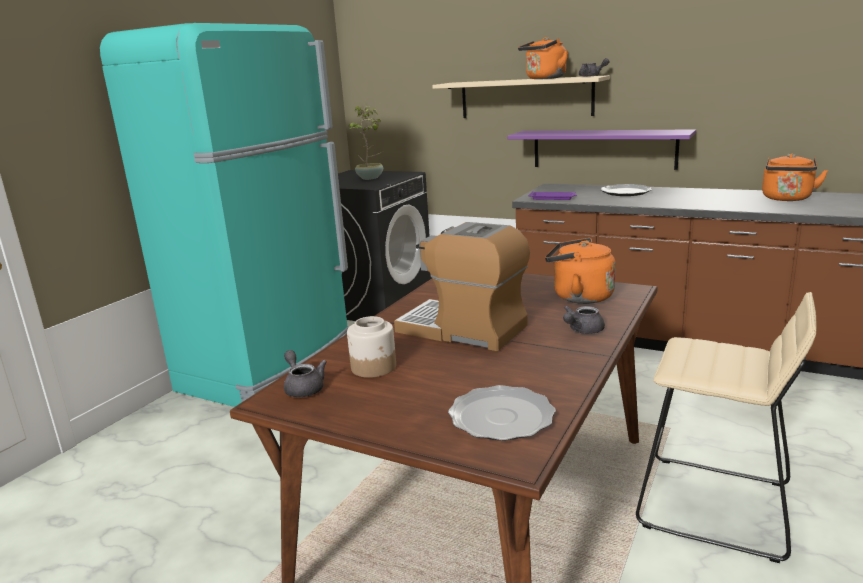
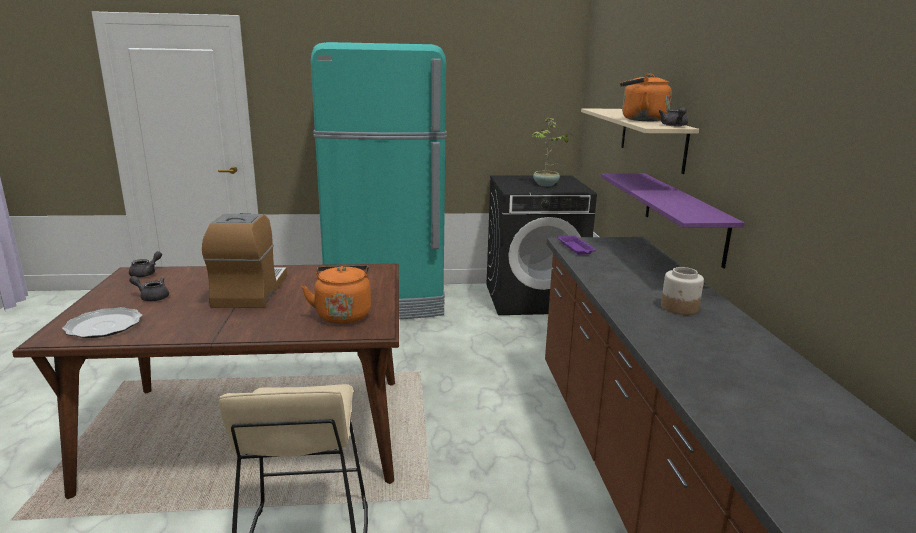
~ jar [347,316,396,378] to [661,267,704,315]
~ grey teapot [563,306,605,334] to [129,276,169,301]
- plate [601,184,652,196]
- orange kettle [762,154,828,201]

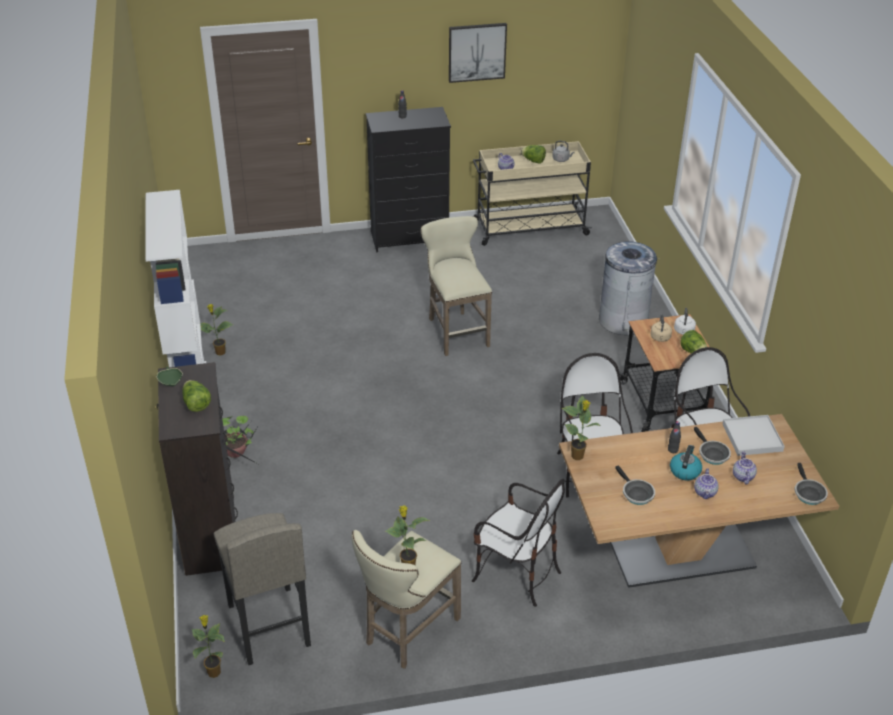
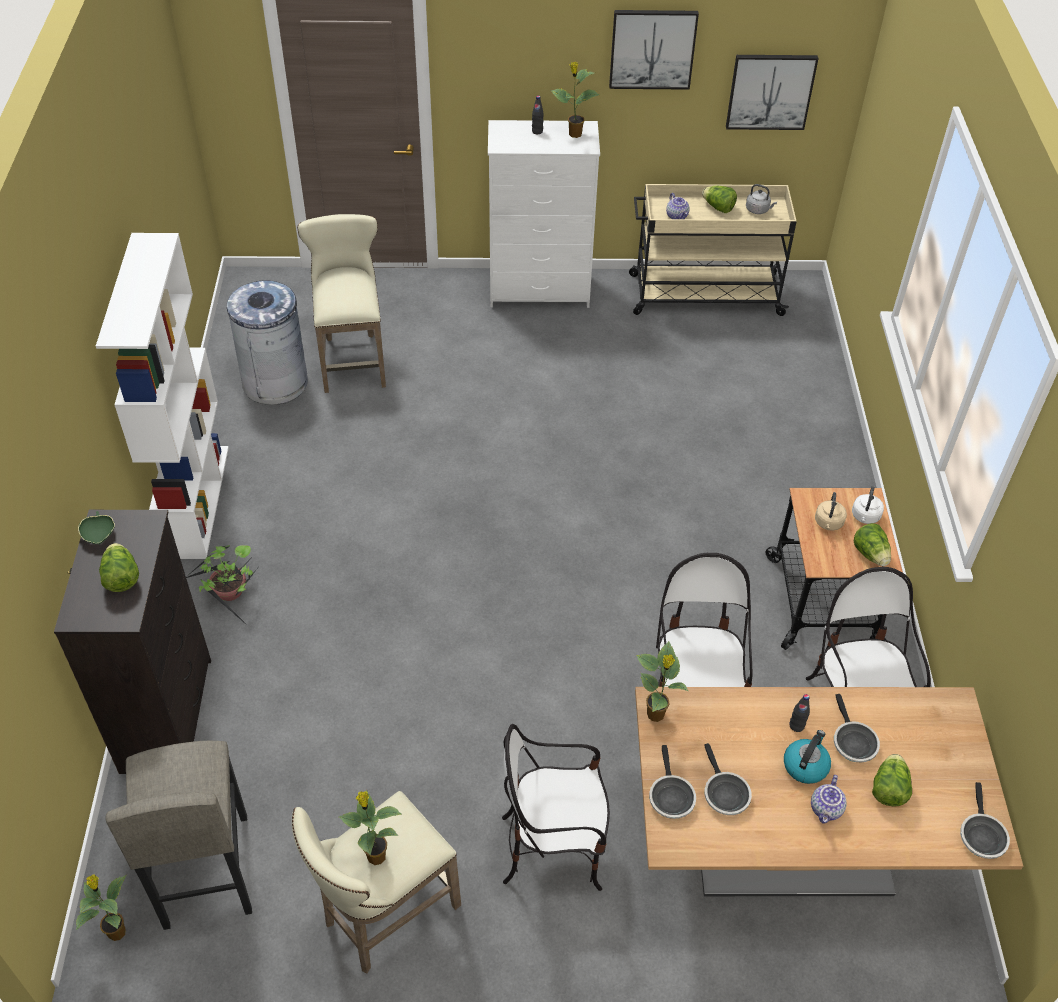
~ potted plant [200,304,233,355] to [550,62,600,138]
~ black dresser [366,107,451,252] to white dresser [488,120,600,308]
~ beige stool [421,216,492,356] to [297,214,386,393]
~ chair [472,479,565,607] = [502,724,610,891] 135 degrees clockwise
~ grey trash can [599,241,657,335] to [227,280,308,405]
- white tray [723,415,785,456]
~ teapot [733,451,757,484] to lettuce [872,754,912,807]
+ frying pan [649,745,696,819]
+ picture [726,55,818,130]

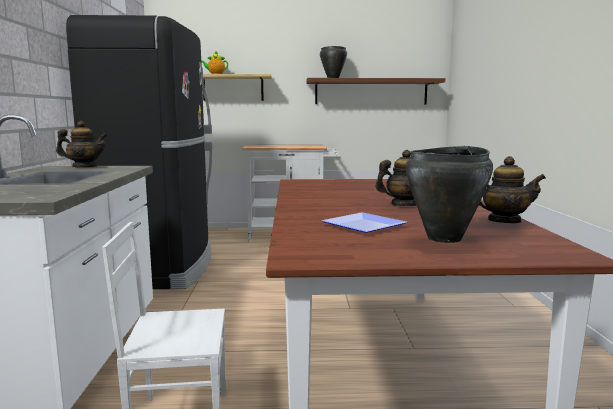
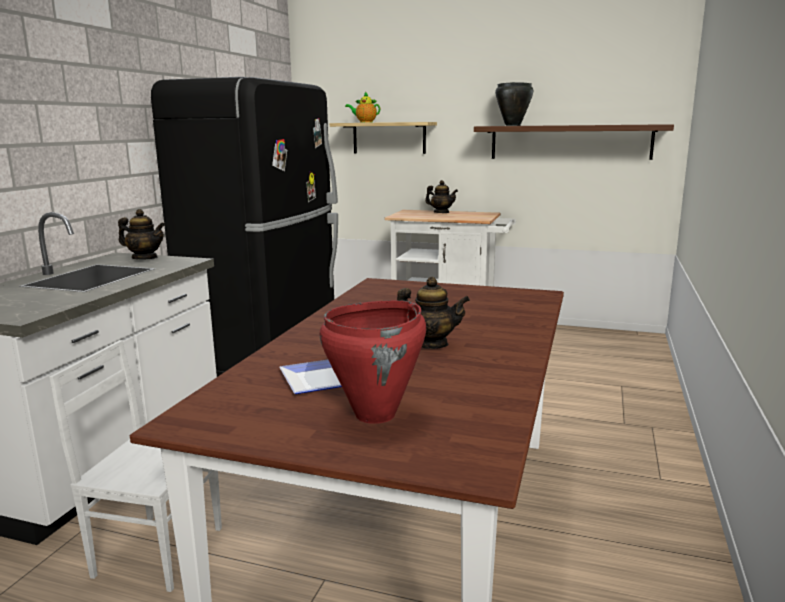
~ black cooking pot [406,146,493,243] to red cooking pot [320,300,426,424]
~ teapot [479,156,546,223] to [425,180,458,213]

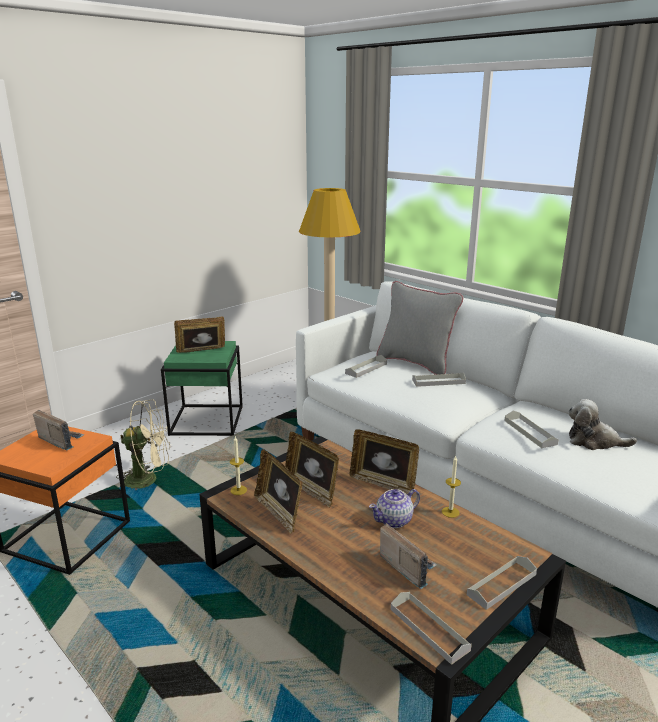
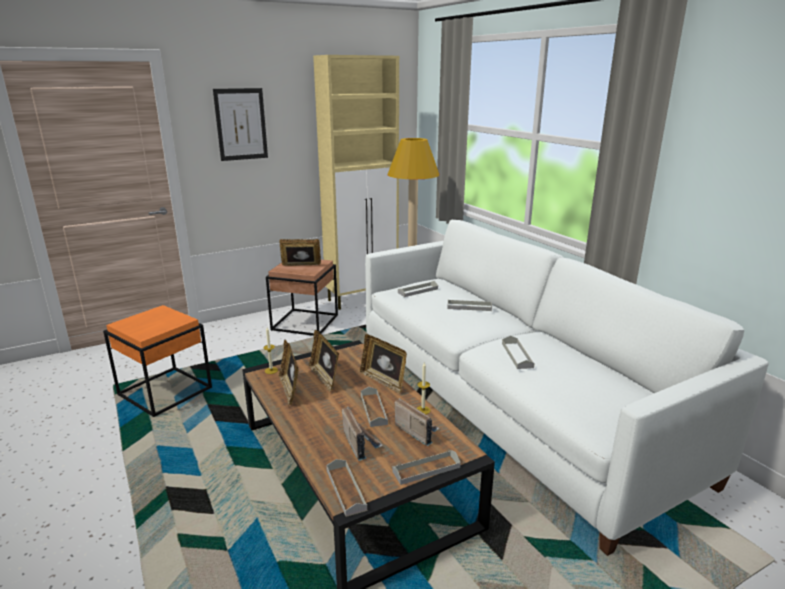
~ radio [33,410,84,451] to [395,398,440,446]
- beige fan [116,399,170,490]
~ green side table [161,341,243,436] to brown side table [266,260,338,336]
~ teapot [369,489,420,528] to grey tray [361,387,388,427]
- grey pillow [376,281,463,375]
- plush toy [568,399,637,450]
+ picture [213,88,268,161]
+ beige cabinet [313,55,399,310]

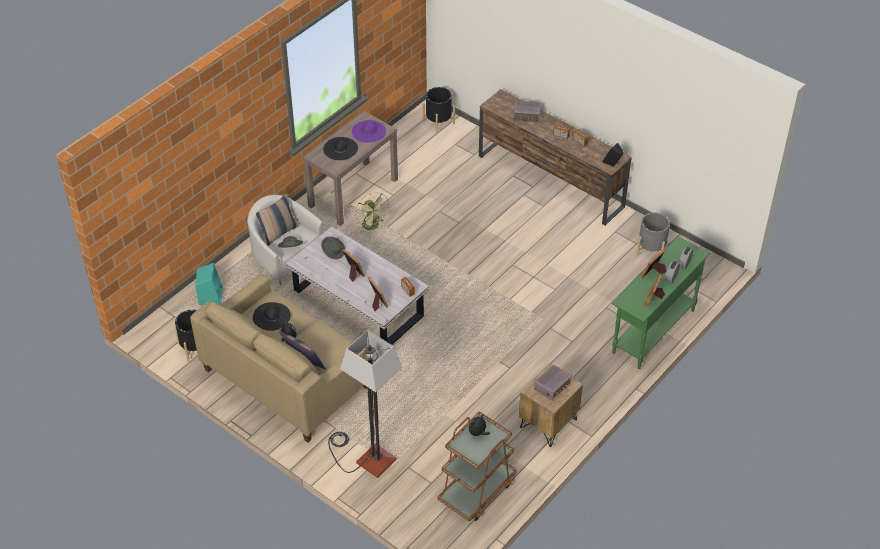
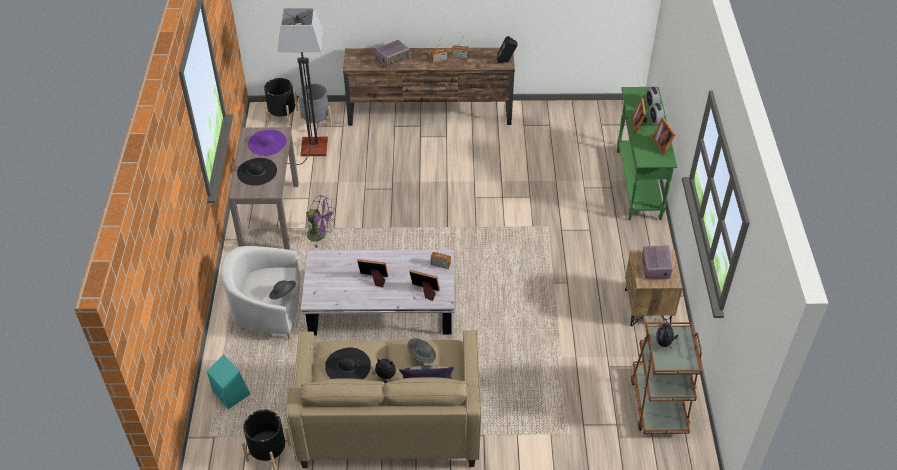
- pillow [256,194,298,246]
~ grey hat [321,237,345,259] to [407,338,436,364]
~ floor lamp [328,330,402,478] to [278,8,328,165]
~ green fan [355,192,391,234] to purple fan [304,195,335,248]
~ grey planter [636,213,670,256] to [298,84,332,131]

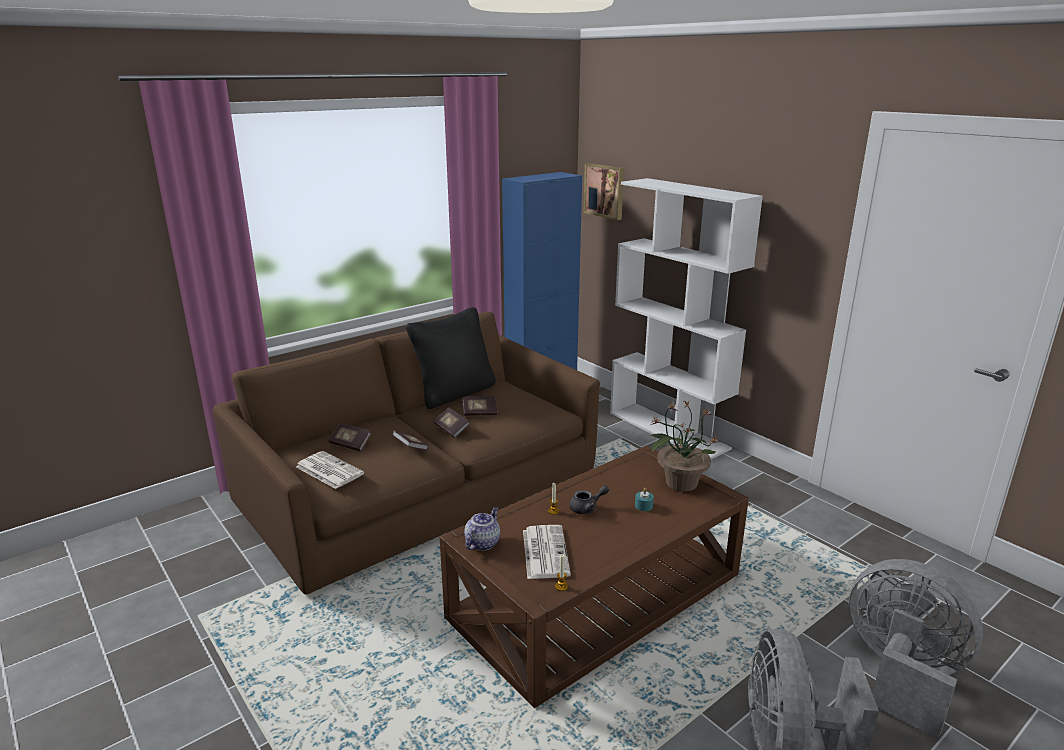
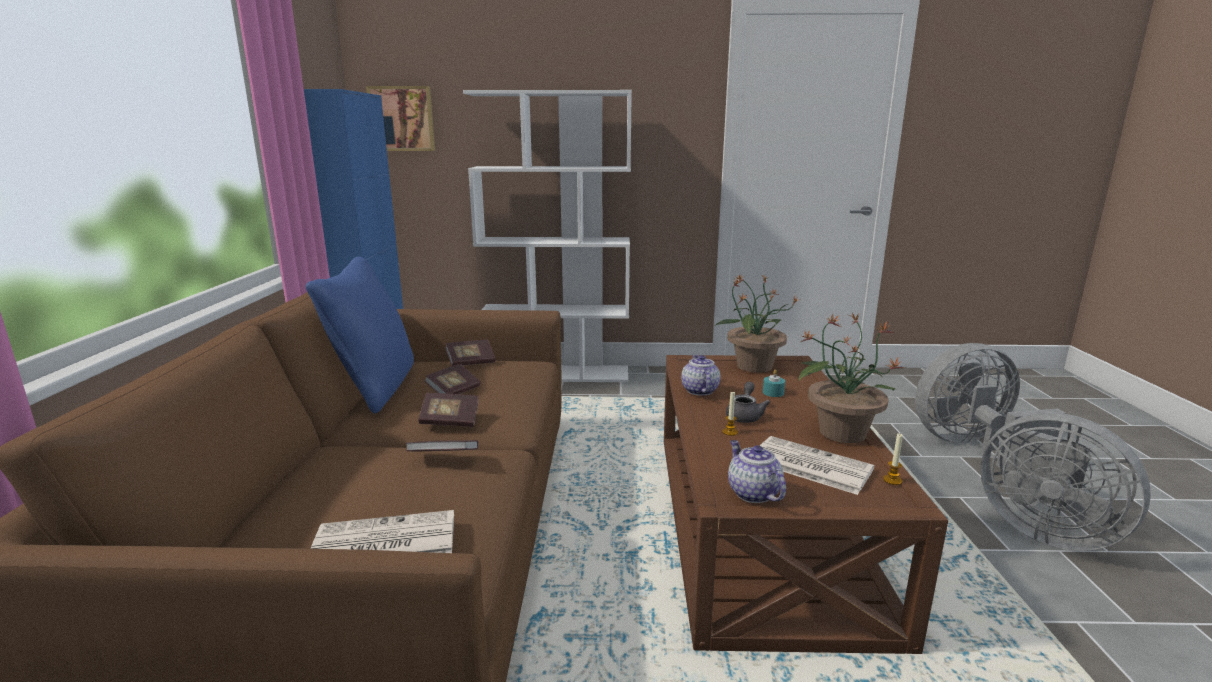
~ book [328,423,371,451] to [445,340,495,366]
~ black pillow [405,307,496,409] to blue pillow [306,257,414,414]
+ teapot [681,355,721,396]
+ potted plant [799,313,905,443]

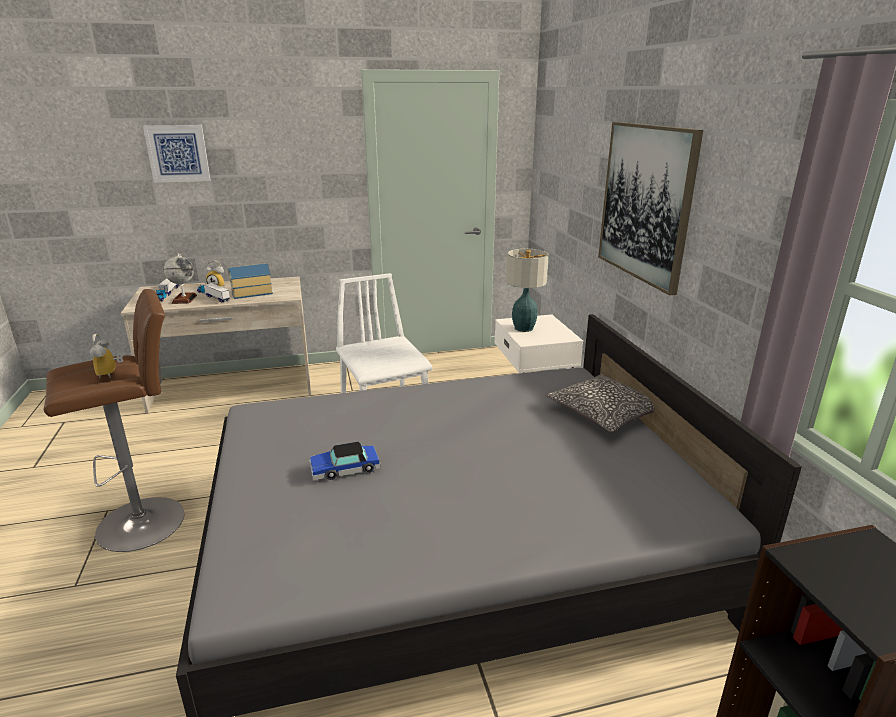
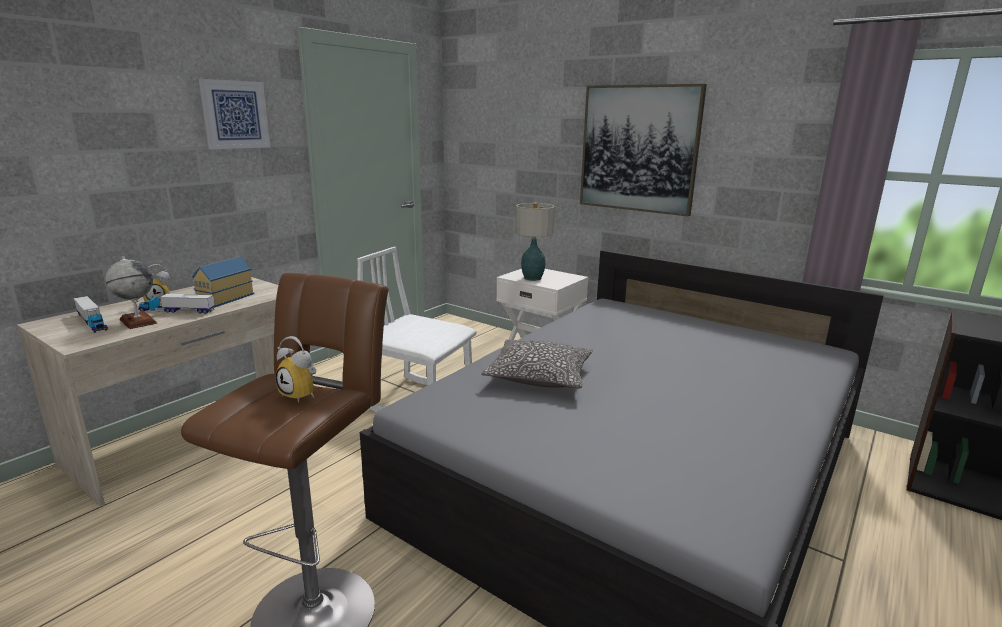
~ picture [143,125,211,183] to [199,79,270,149]
- toy car [309,442,381,480]
~ pillow [545,374,655,432] to [481,339,593,388]

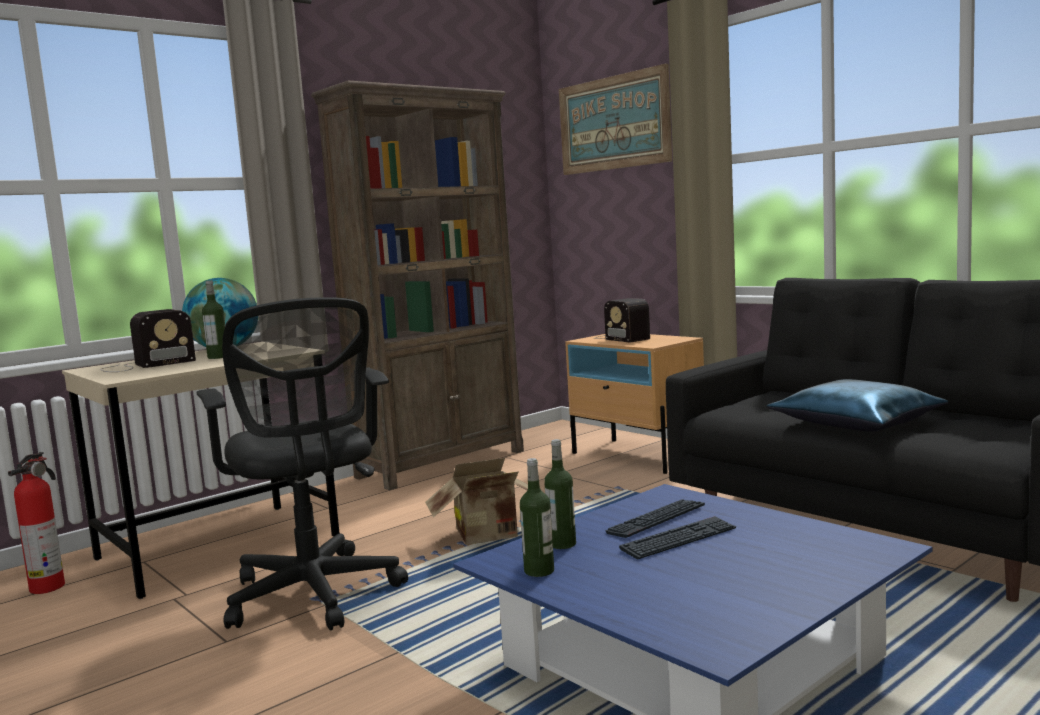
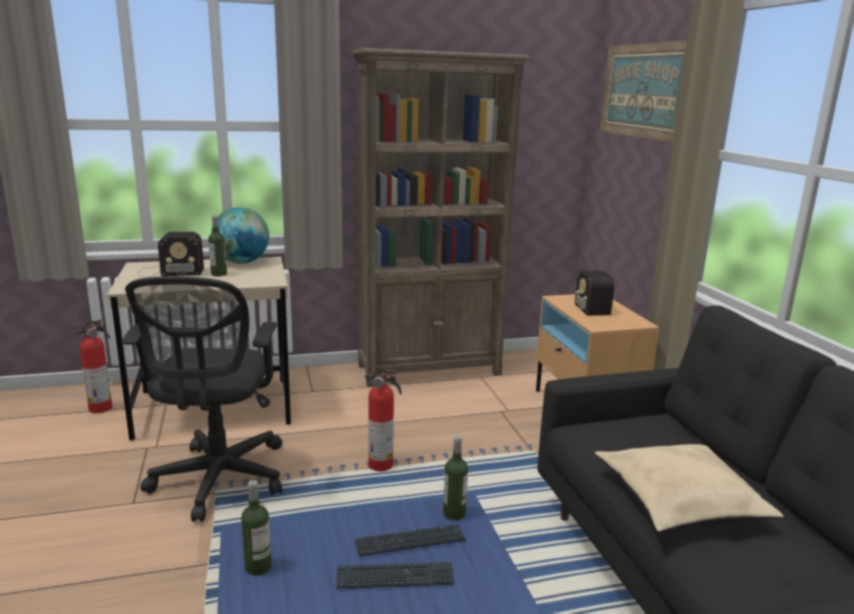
~ cardboard box [425,458,528,545] to fire extinguisher [365,368,402,471]
~ bottle [544,439,576,549] to [443,436,468,520]
~ blue pillow [767,379,948,431] to beige pillow [595,444,784,532]

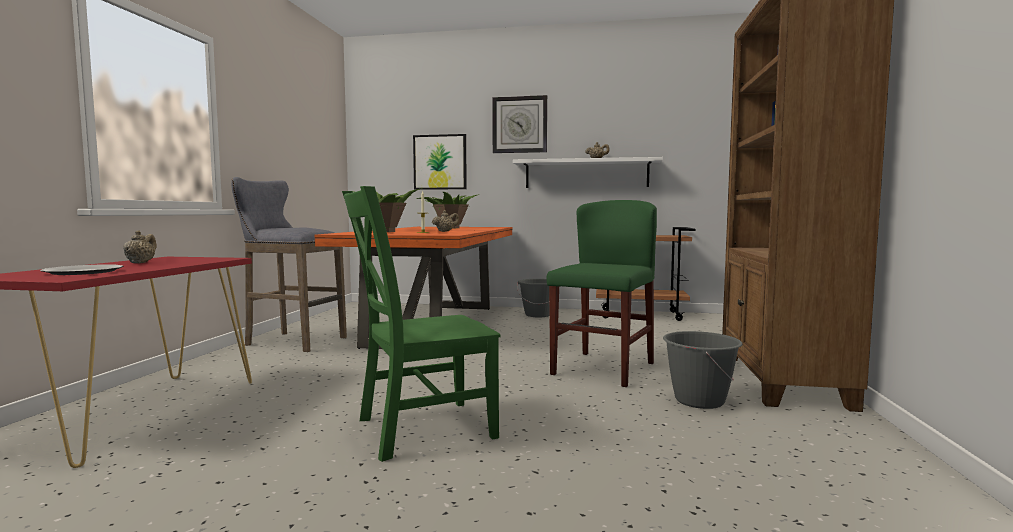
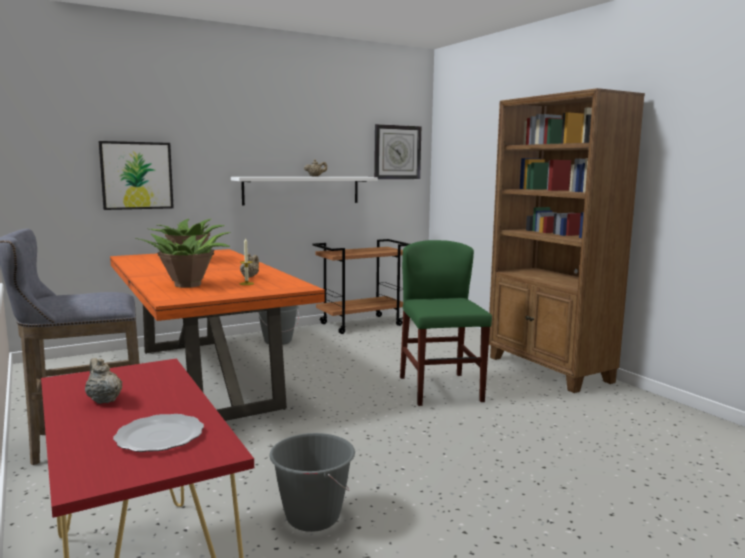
- green chair [342,186,501,462]
~ wall clock [493,95,547,153] to [374,124,421,179]
~ grey bucket [663,331,743,409] to [269,433,355,532]

